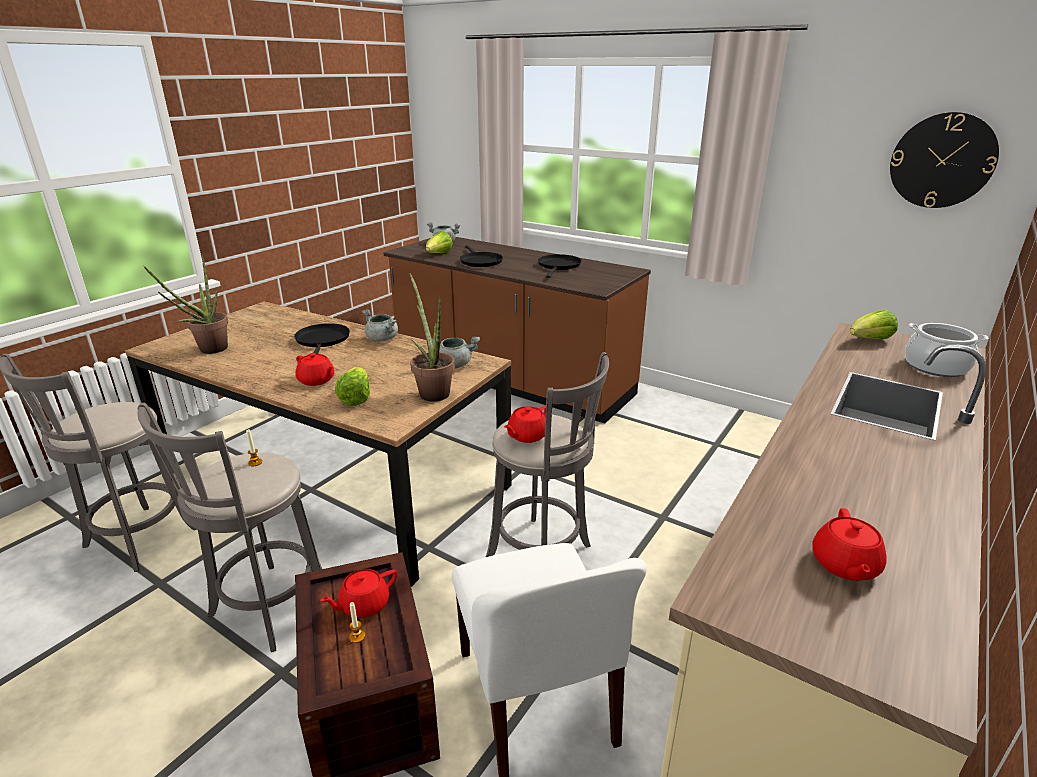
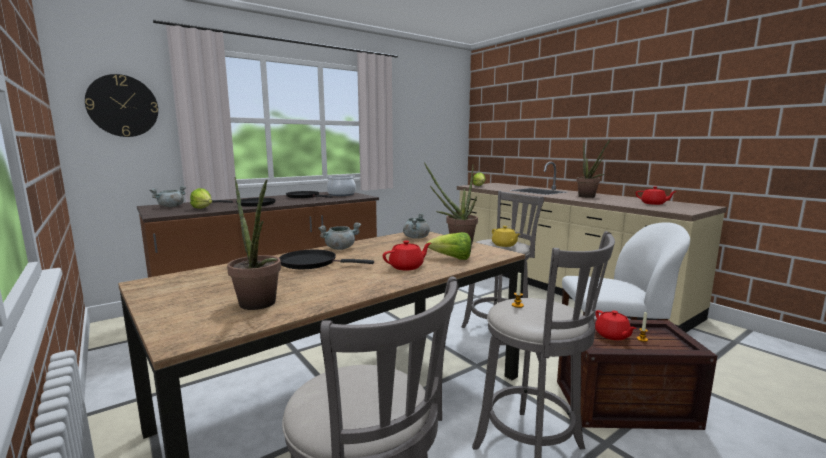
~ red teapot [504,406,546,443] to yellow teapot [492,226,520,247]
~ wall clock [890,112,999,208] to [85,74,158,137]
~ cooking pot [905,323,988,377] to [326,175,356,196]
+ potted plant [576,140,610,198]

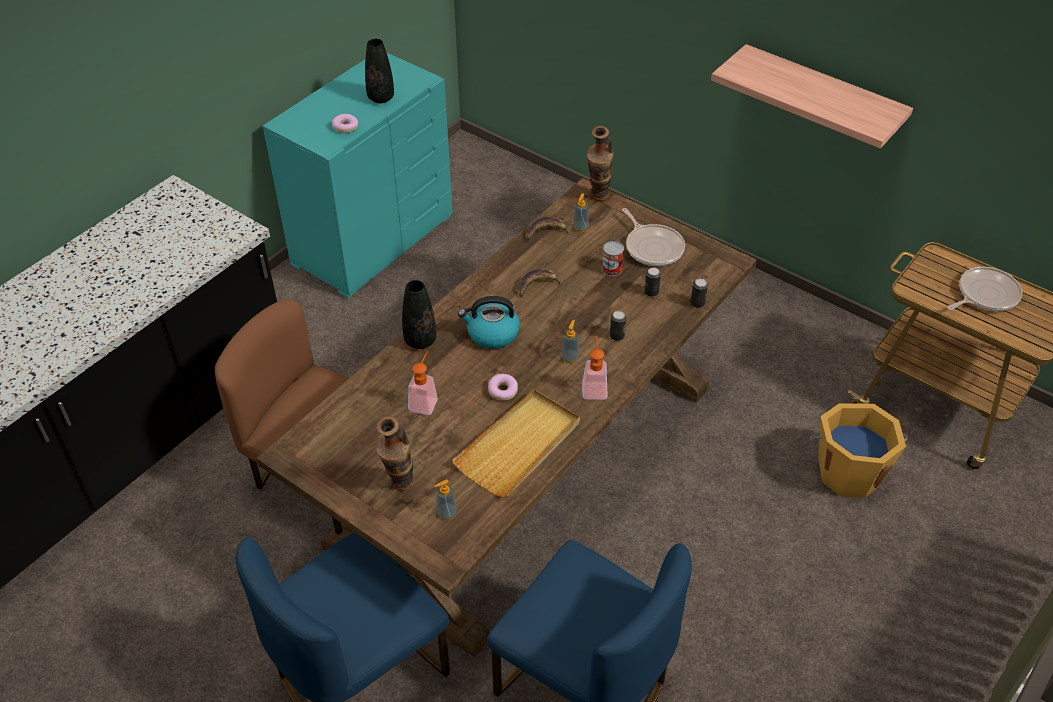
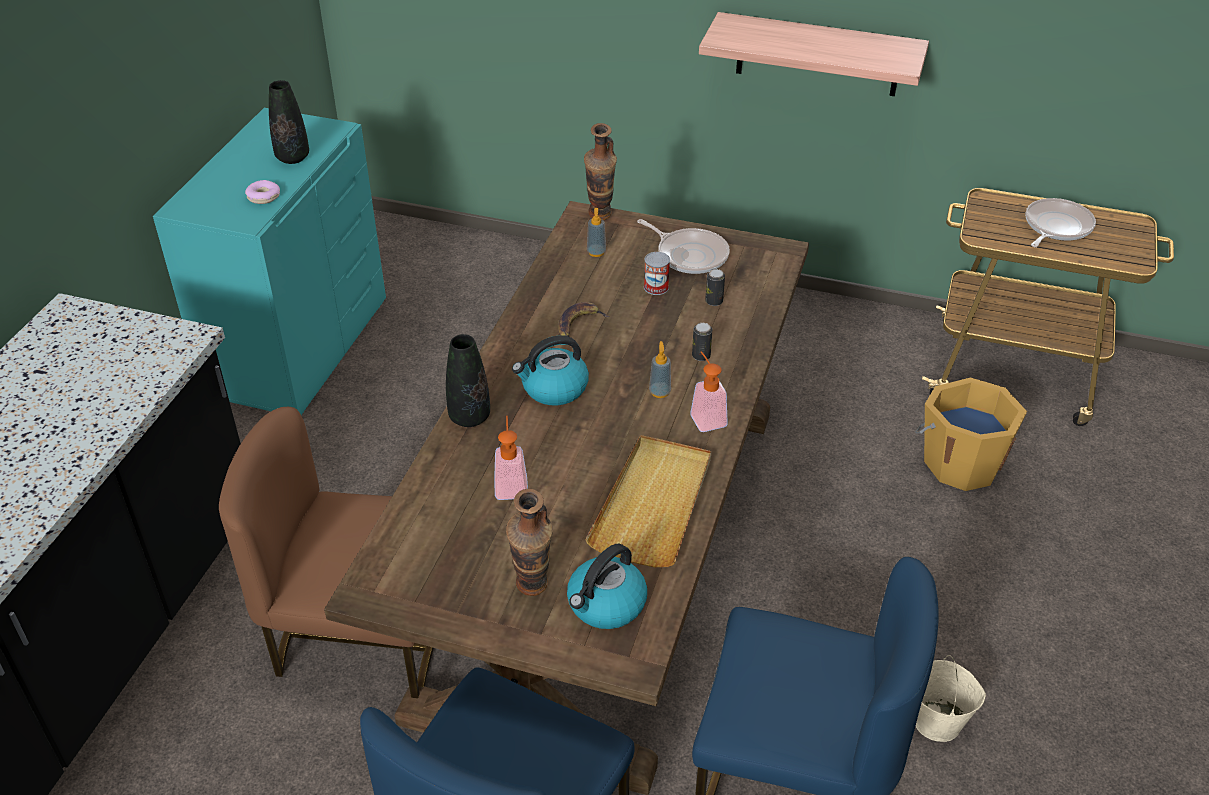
~ soap dispenser [435,479,456,520] to kettle [567,543,647,629]
- donut [488,374,518,400]
- banana [525,217,570,240]
- can [690,278,708,308]
+ beige bucket [916,655,986,742]

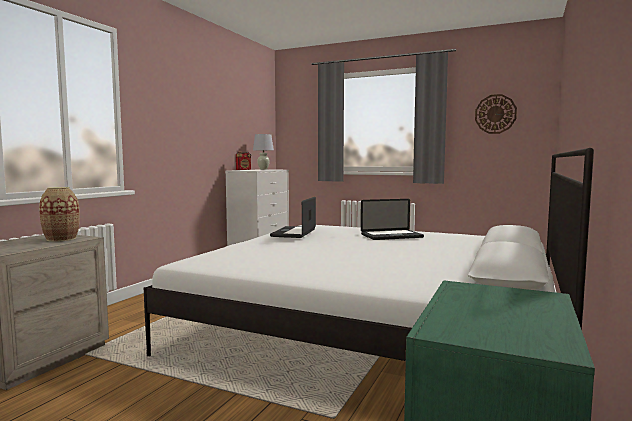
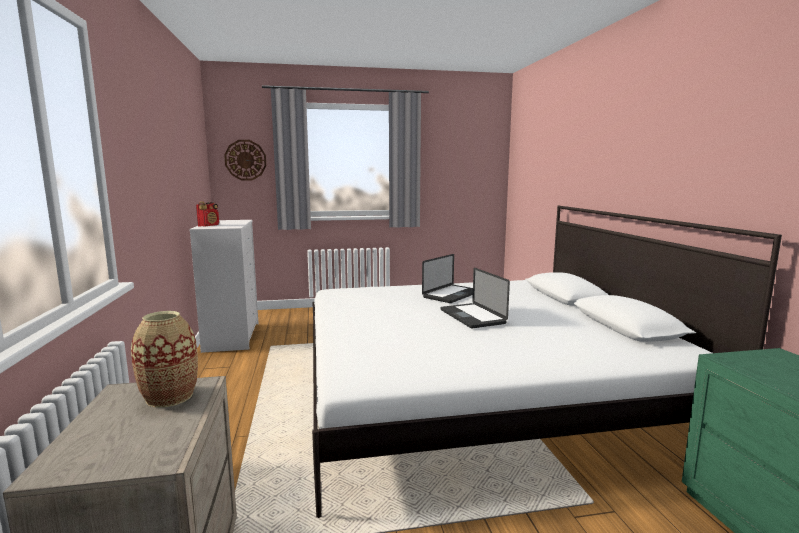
- white table lamp [253,134,274,170]
~ laptop [270,197,316,238] to [441,268,510,328]
~ wall clock [475,94,517,134] to [224,140,266,180]

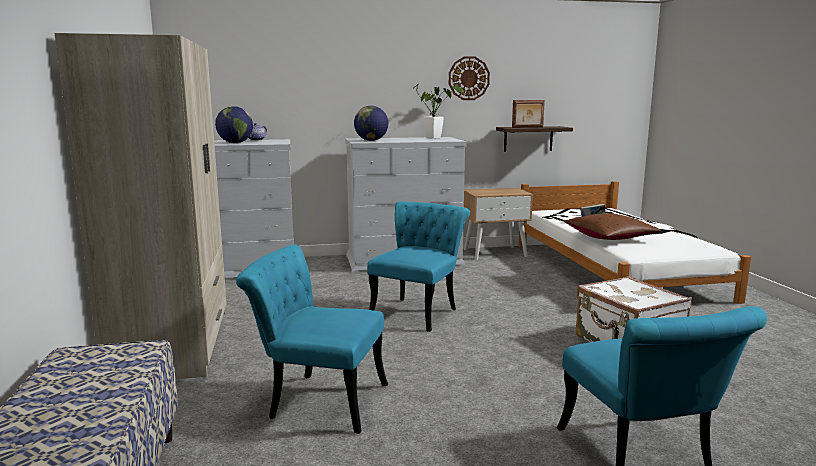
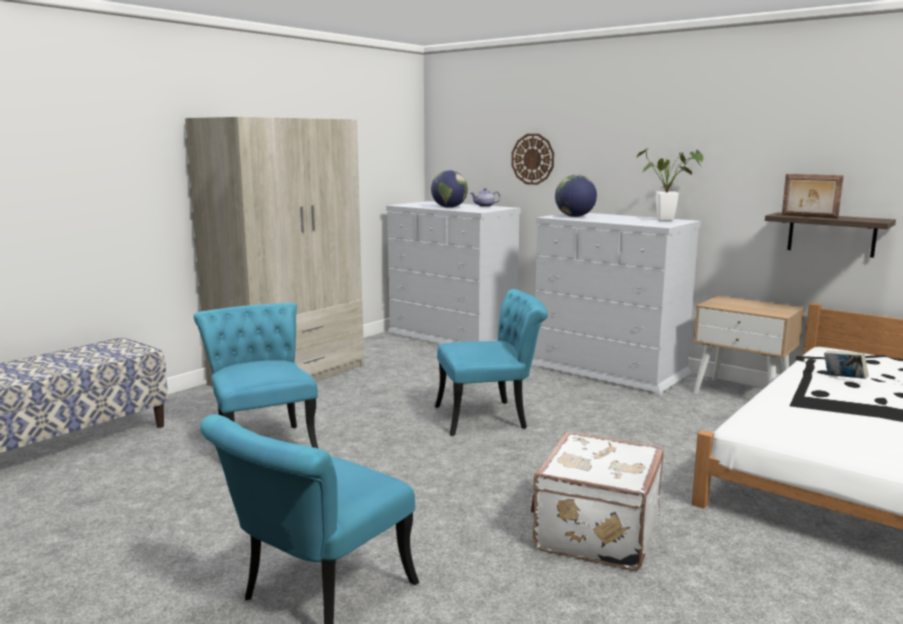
~ wall clock [449,56,490,100] to [511,134,554,185]
- brown pillow [564,213,661,240]

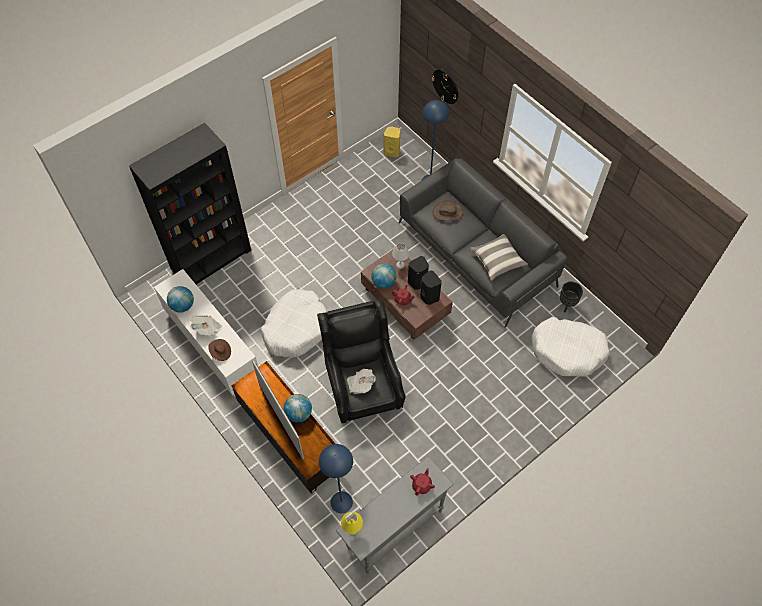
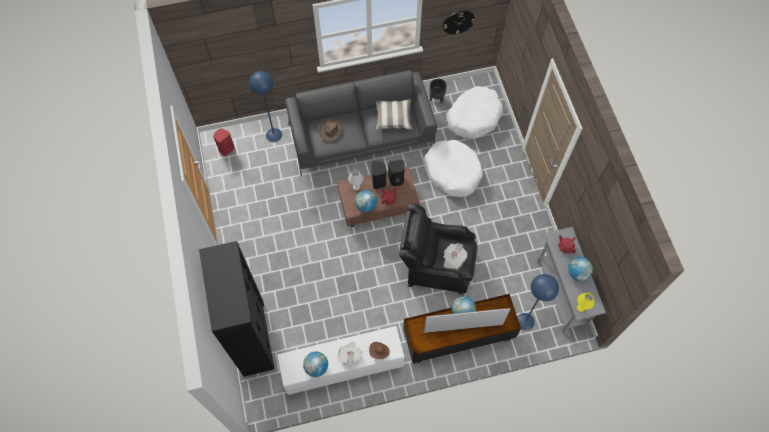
~ white dog bed [261,289,327,358] to [424,140,483,197]
~ yellow speaker [383,126,400,157] to red speaker [213,128,234,156]
~ wall clock [432,69,458,104] to [443,11,475,35]
+ globe [568,257,593,281]

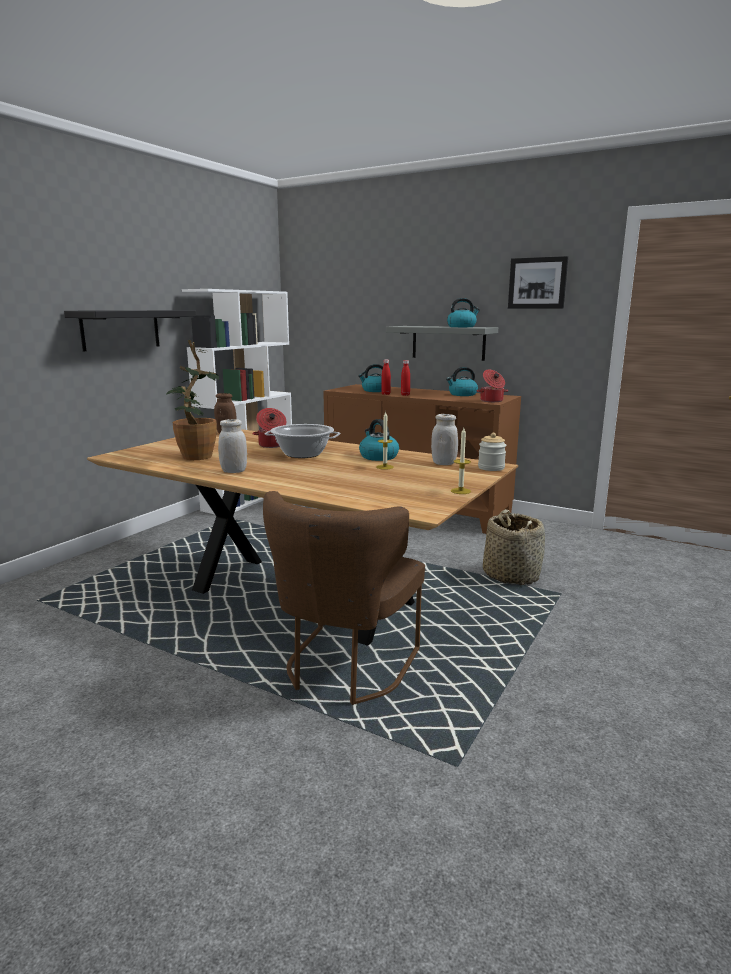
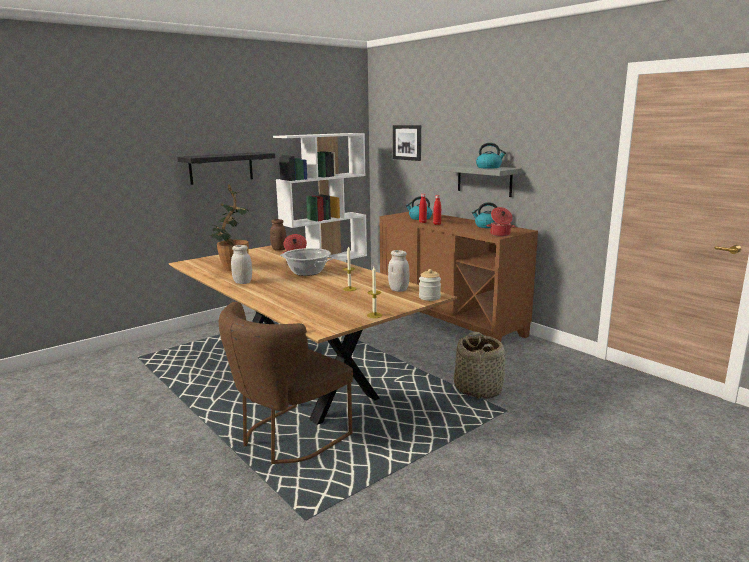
- kettle [359,419,399,461]
~ picture [508,256,568,308] to [393,125,421,161]

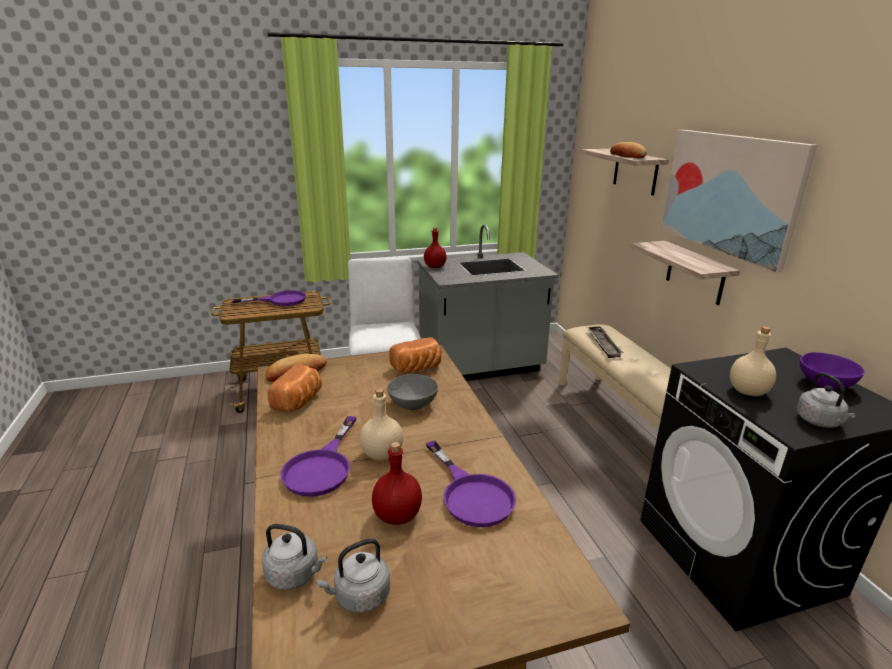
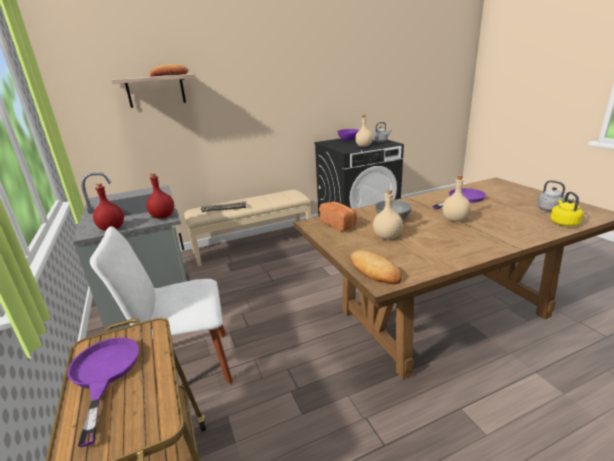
~ grey kettle [262,524,327,590] to yellow kettle [550,192,583,226]
- bread [268,364,322,411]
- purple frying pan [280,416,357,497]
~ red bottle [372,442,422,525] to [146,173,174,218]
- shelf [630,241,740,305]
- picture [661,130,817,272]
+ beige bottle [373,189,403,240]

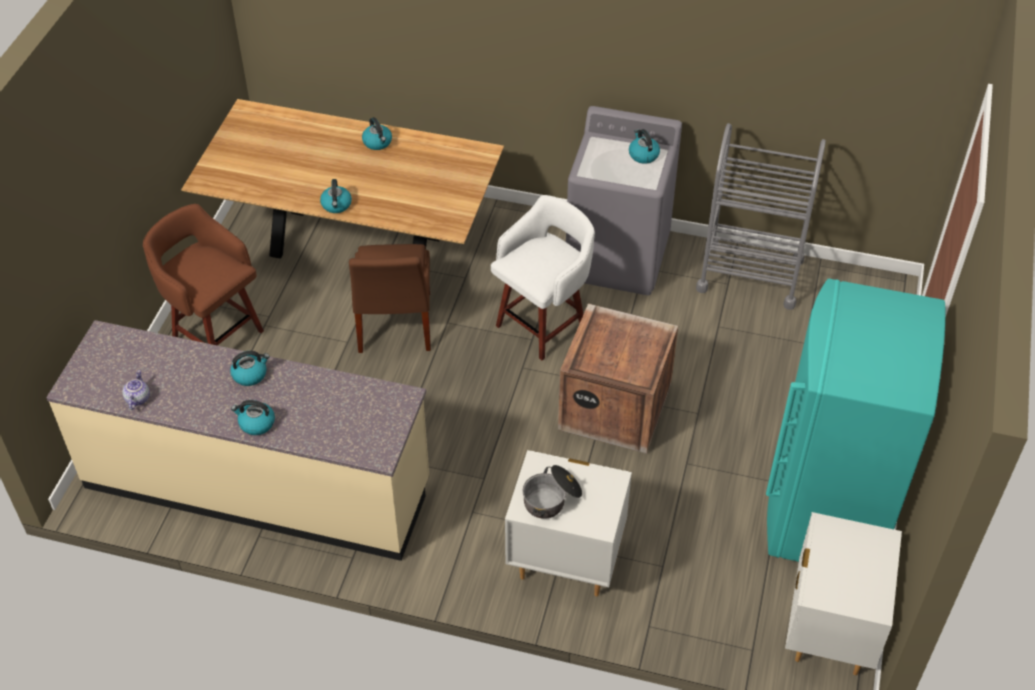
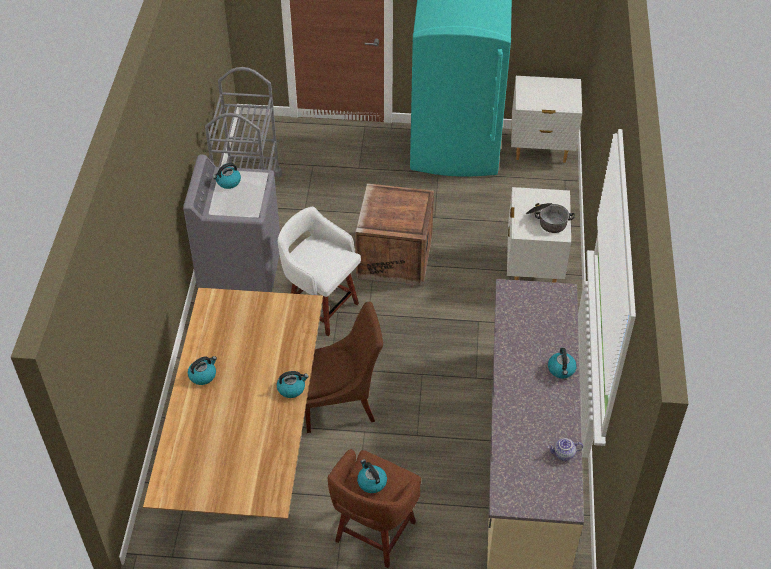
~ kettle [230,351,270,386] to [357,459,387,493]

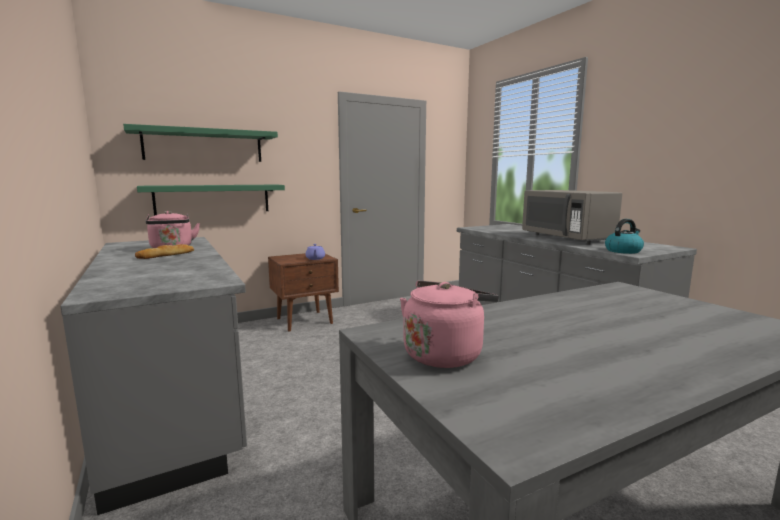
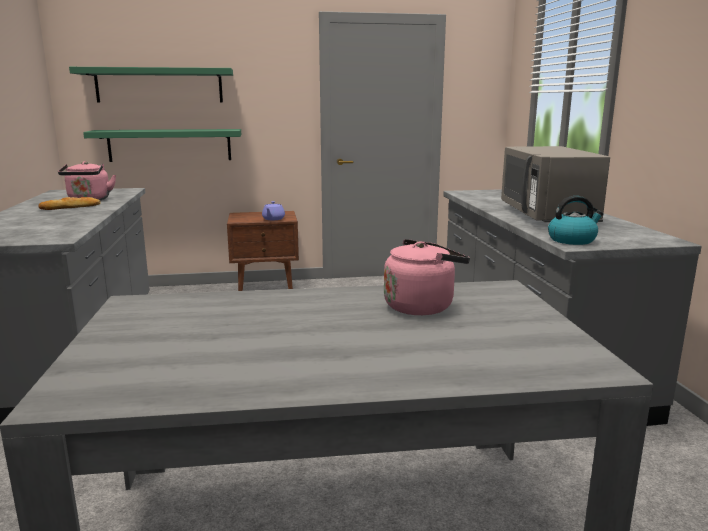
~ pink kettle [400,281,499,368] to [384,239,470,315]

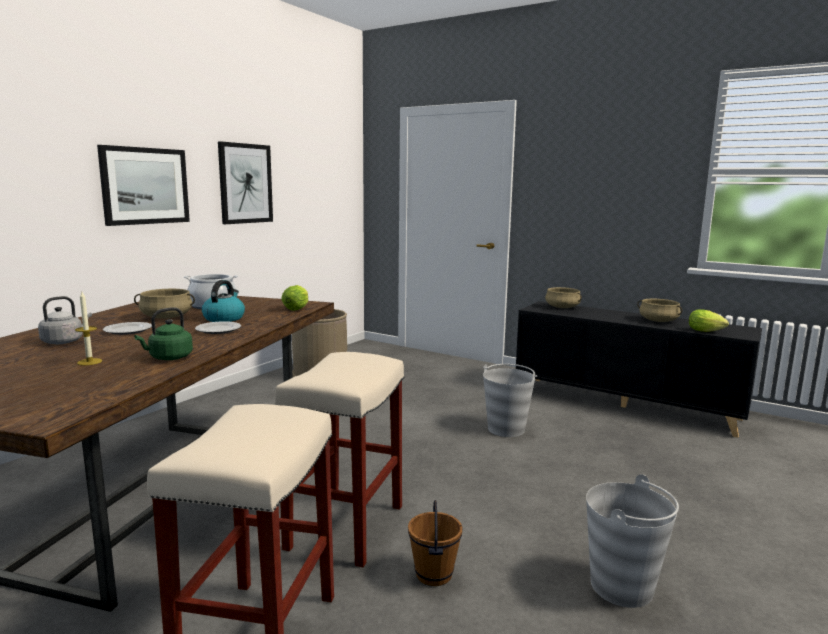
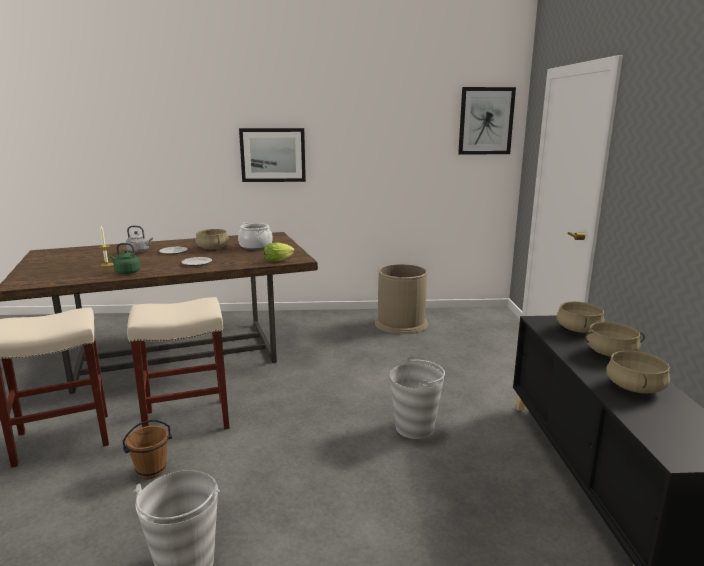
- kettle [202,280,245,322]
~ picture [218,141,273,224] to [458,87,516,154]
- lettuce [689,309,729,332]
+ beige cooking pot [585,322,645,357]

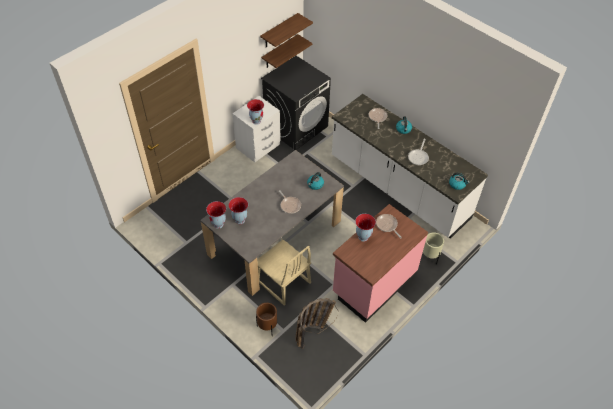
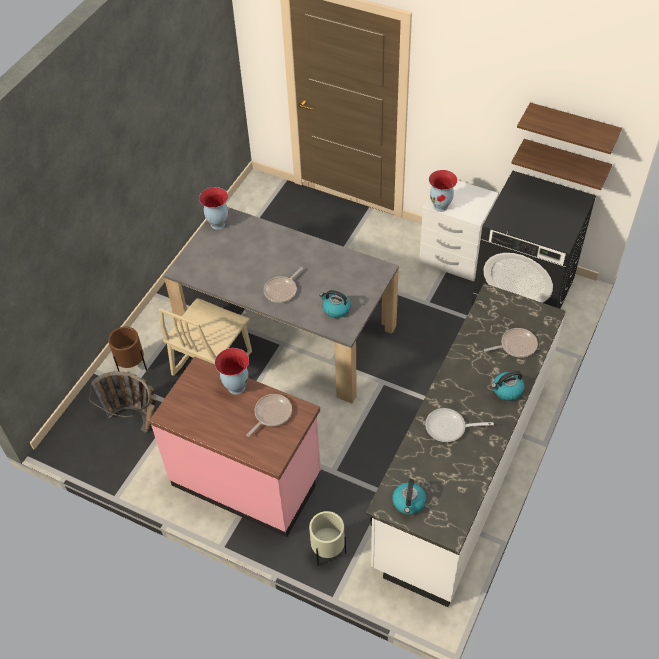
- vase [229,197,248,224]

